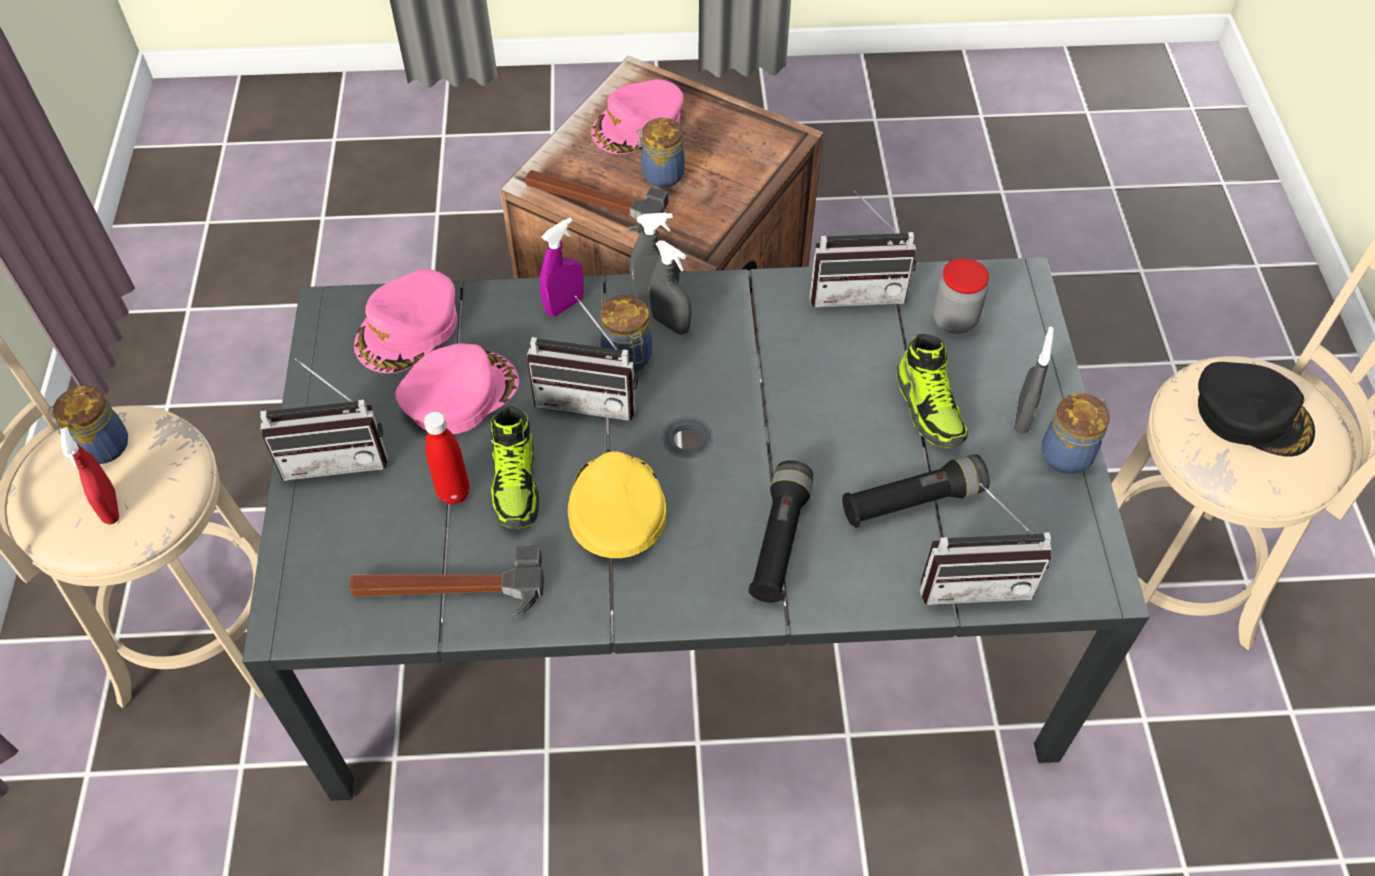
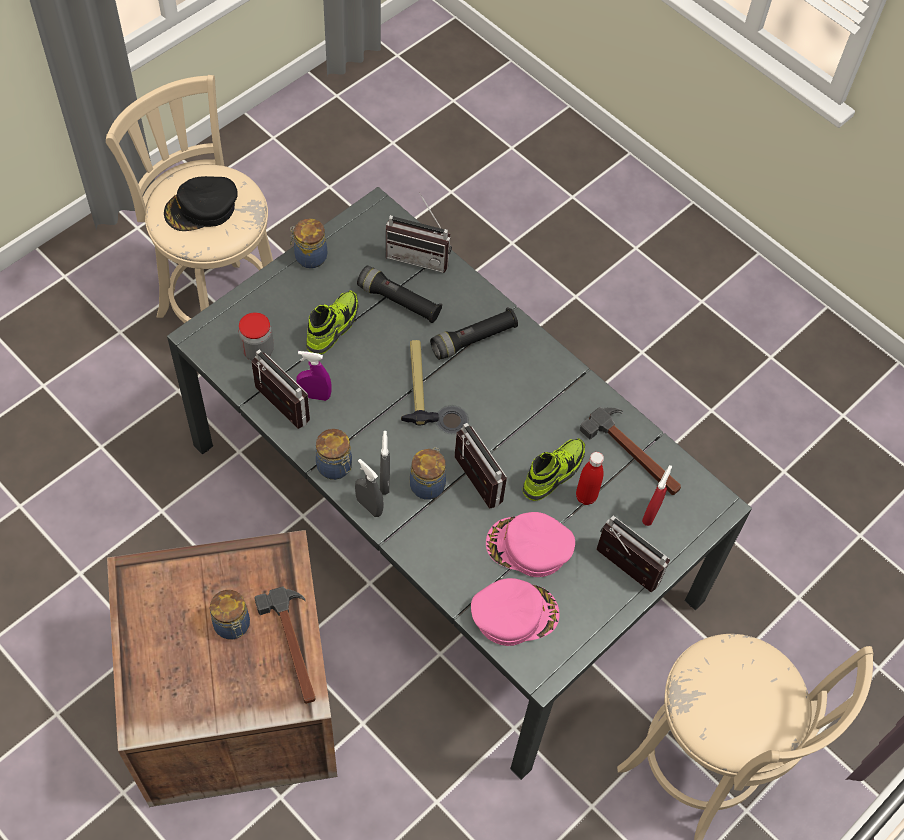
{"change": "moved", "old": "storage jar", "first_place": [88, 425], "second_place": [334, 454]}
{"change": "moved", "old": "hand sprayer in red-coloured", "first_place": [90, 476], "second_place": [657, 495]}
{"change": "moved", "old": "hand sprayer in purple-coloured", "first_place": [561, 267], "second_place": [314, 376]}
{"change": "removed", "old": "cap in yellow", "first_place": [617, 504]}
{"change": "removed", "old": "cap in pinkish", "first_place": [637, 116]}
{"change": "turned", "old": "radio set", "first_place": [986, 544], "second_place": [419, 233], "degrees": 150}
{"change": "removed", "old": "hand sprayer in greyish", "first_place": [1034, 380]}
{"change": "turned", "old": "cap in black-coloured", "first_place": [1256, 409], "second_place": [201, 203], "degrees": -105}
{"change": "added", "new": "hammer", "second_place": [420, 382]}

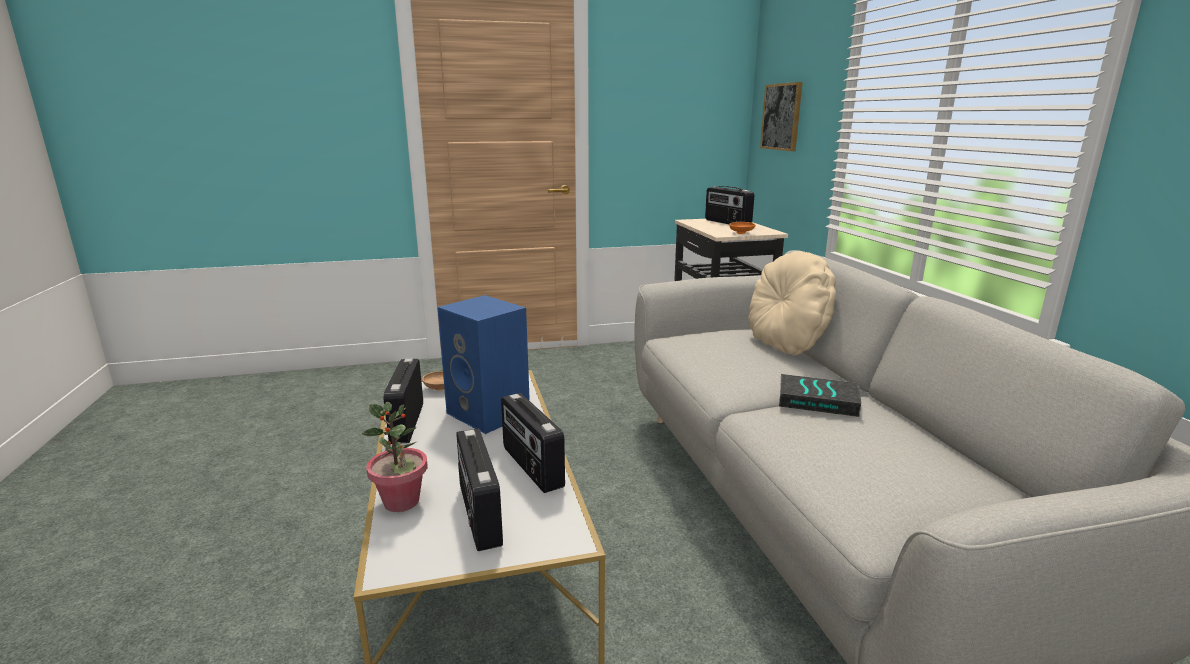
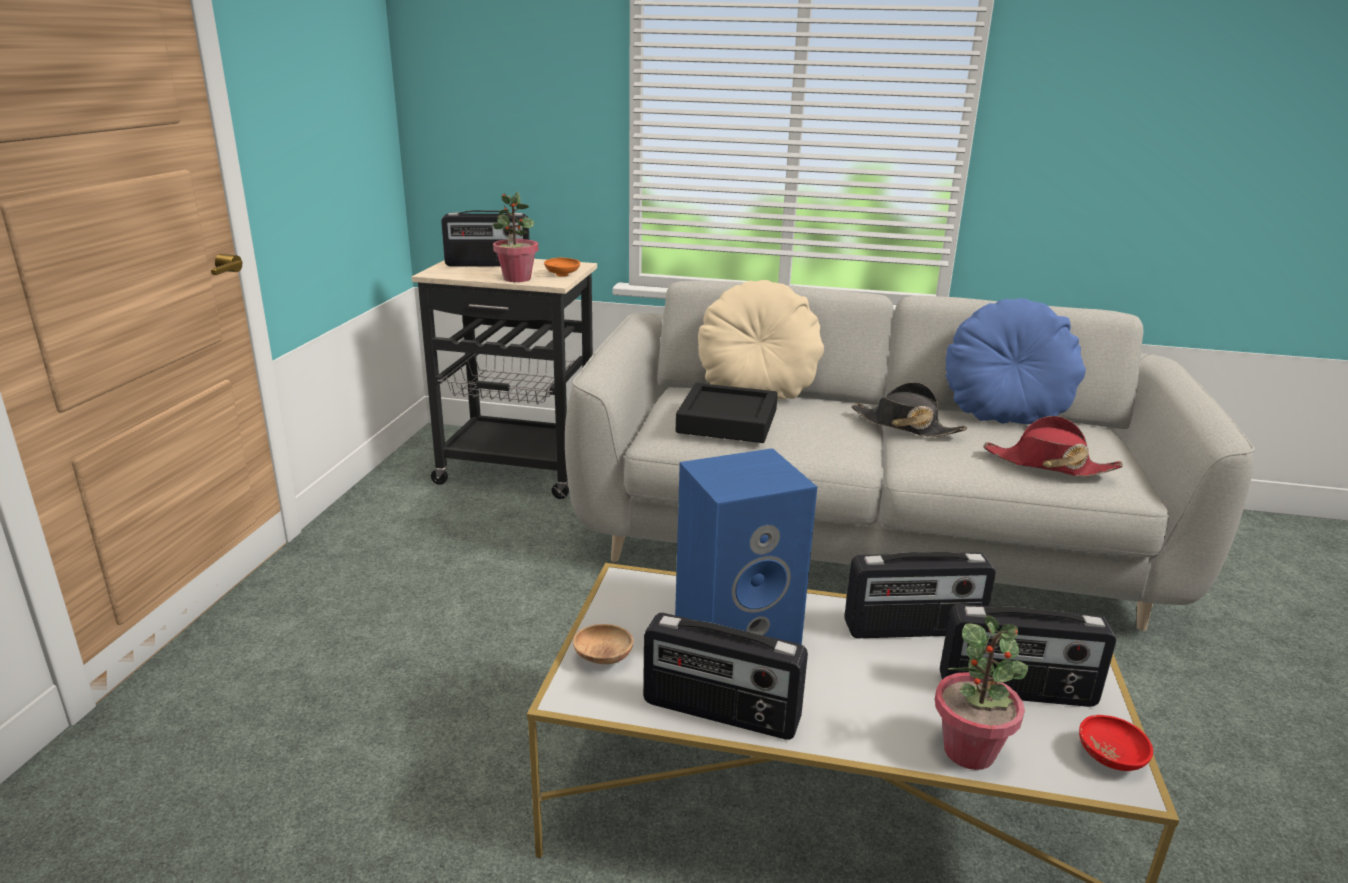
{"change": "removed", "old": "wall picture", "first_place": [781, 116]}
{"change": "replaced", "old": "volume", "new": "wearable hat in black-coloured", "first_place": [820, 395], "second_place": [909, 409]}
{"change": "added", "new": "plant in a pot", "second_place": [515, 236]}
{"change": "added", "new": "tray in black-coloured", "second_place": [727, 413]}
{"change": "added", "new": "pillow in blue-coloured", "second_place": [1015, 361]}
{"change": "added", "new": "wearable hat in red-coloured", "second_place": [1053, 446]}
{"change": "added", "new": "deep dish in red-coloured", "second_place": [1116, 743]}

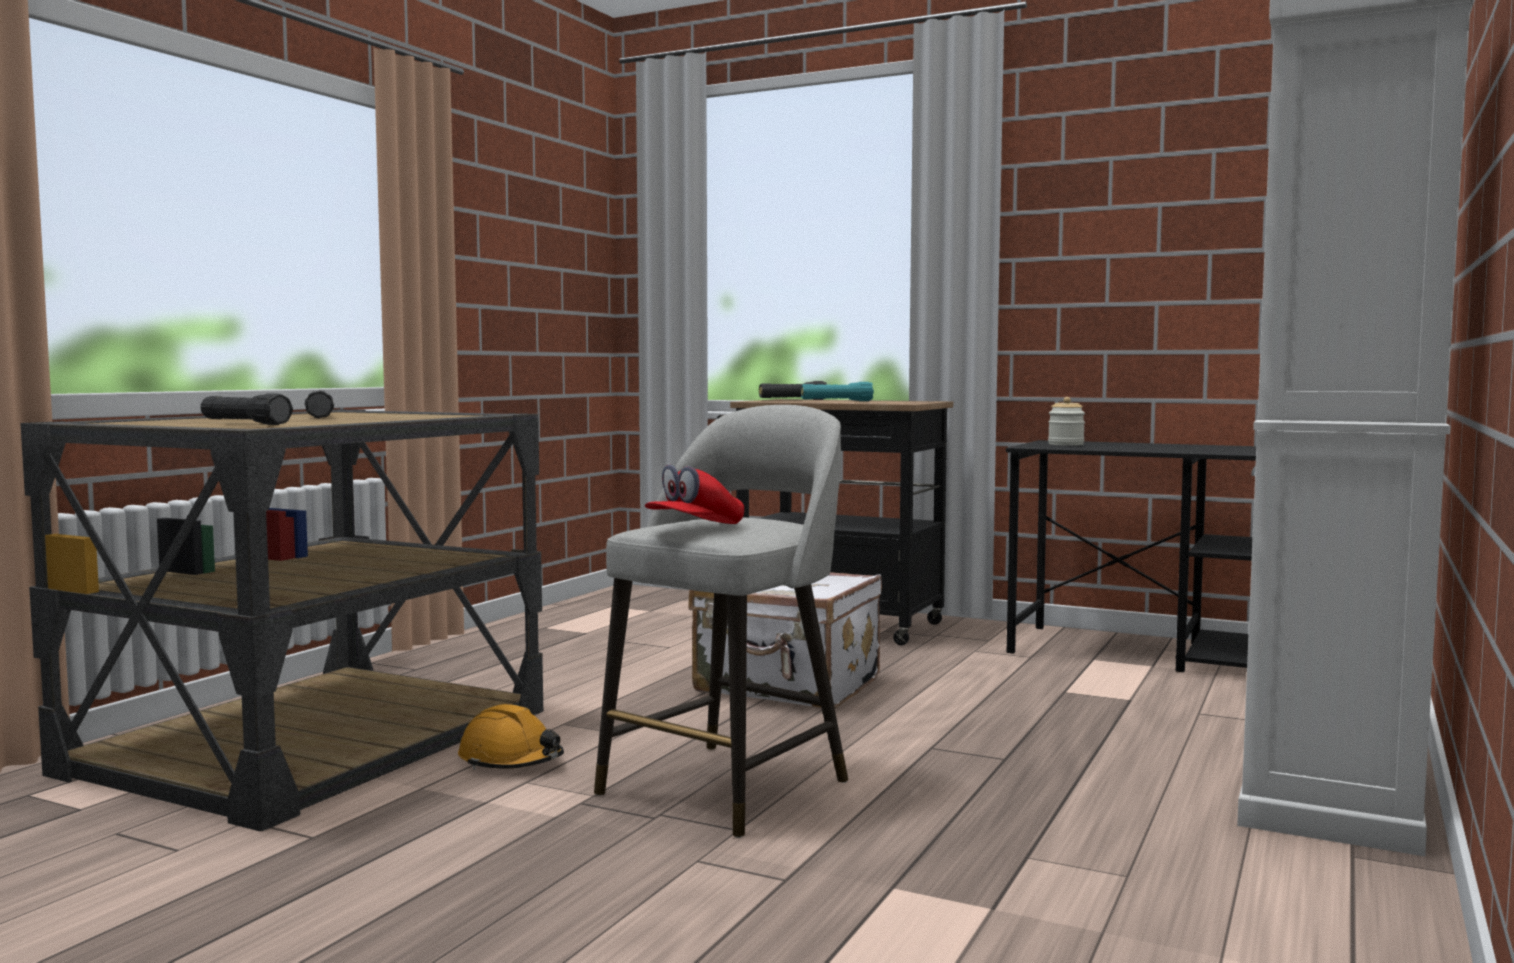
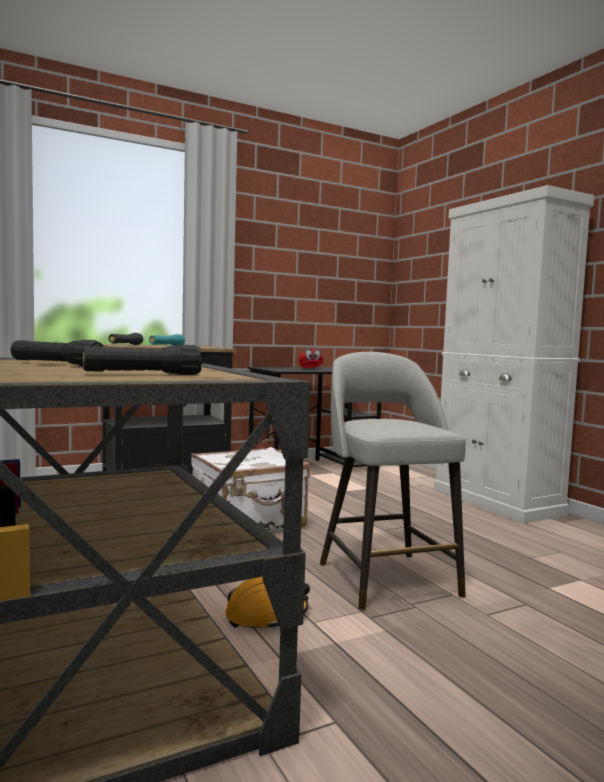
{"change": "moved", "old": "cap in red-coloured", "first_place": [694, 494], "second_place": [311, 358]}
{"change": "removed", "old": "storage jar", "first_place": [1066, 421]}

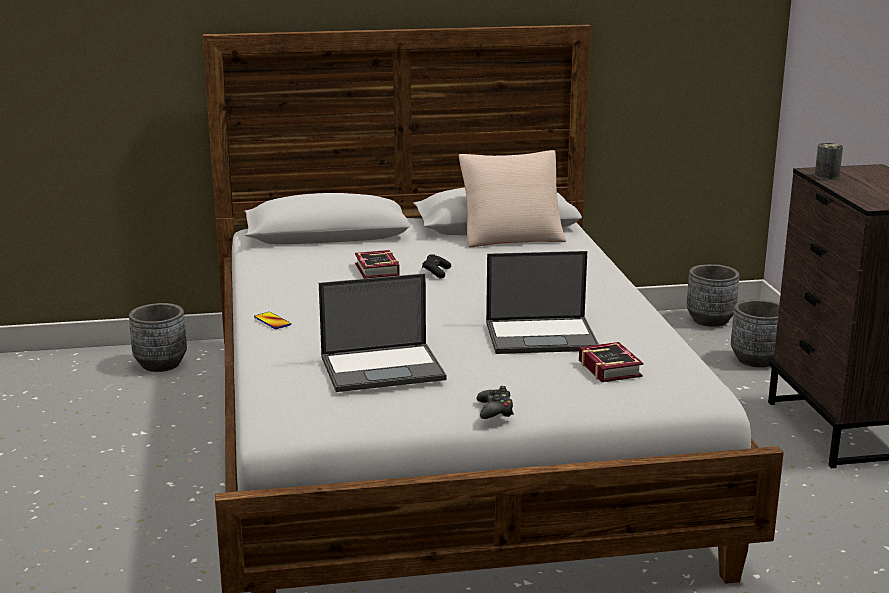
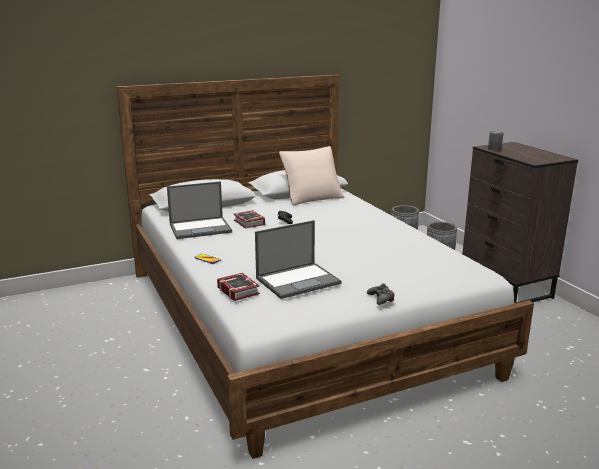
{"change": "removed", "old": "plant pot in greyish", "first_place": [158, 337]}
{"change": "moved", "old": "portable computer", "first_place": [542, 302], "second_place": [199, 210]}
{"change": "moved", "old": "volume", "first_place": [611, 362], "second_place": [238, 287]}

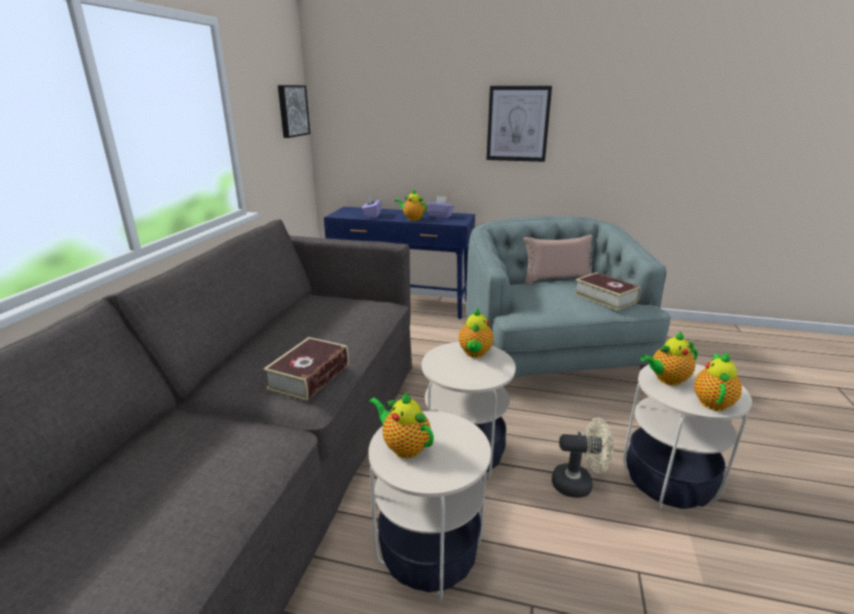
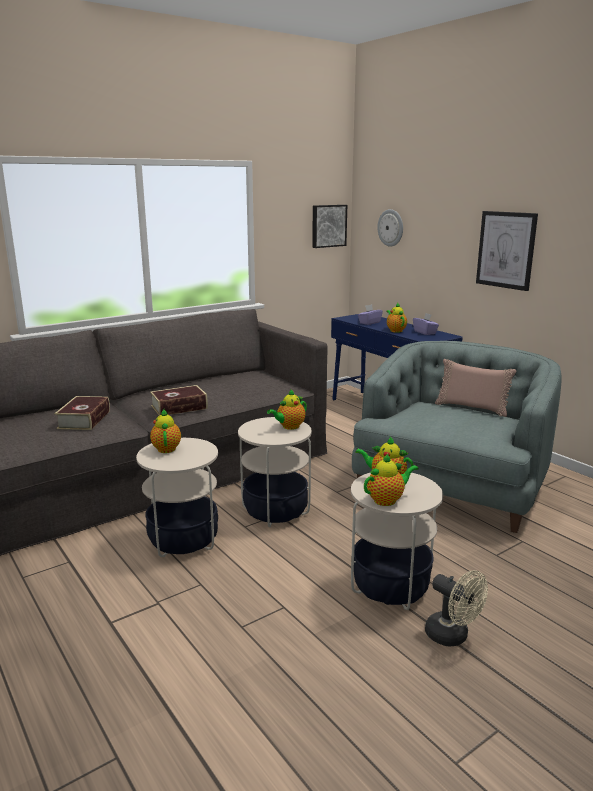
{"change": "moved", "old": "cooling fan in beige", "first_place": [583, 458], "second_place": [456, 608]}
{"change": "moved", "old": "volume", "first_place": [607, 291], "second_place": [82, 413]}
{"change": "added", "new": "wall clock", "second_place": [390, 228]}

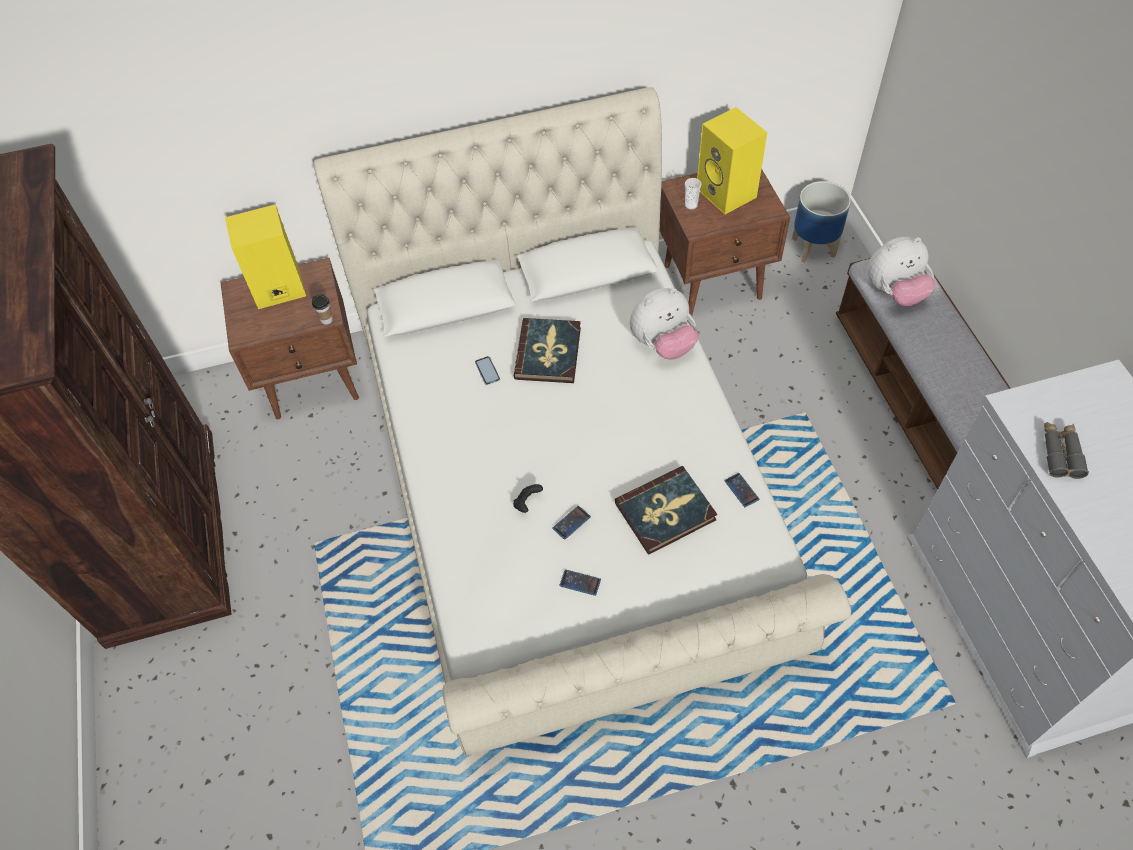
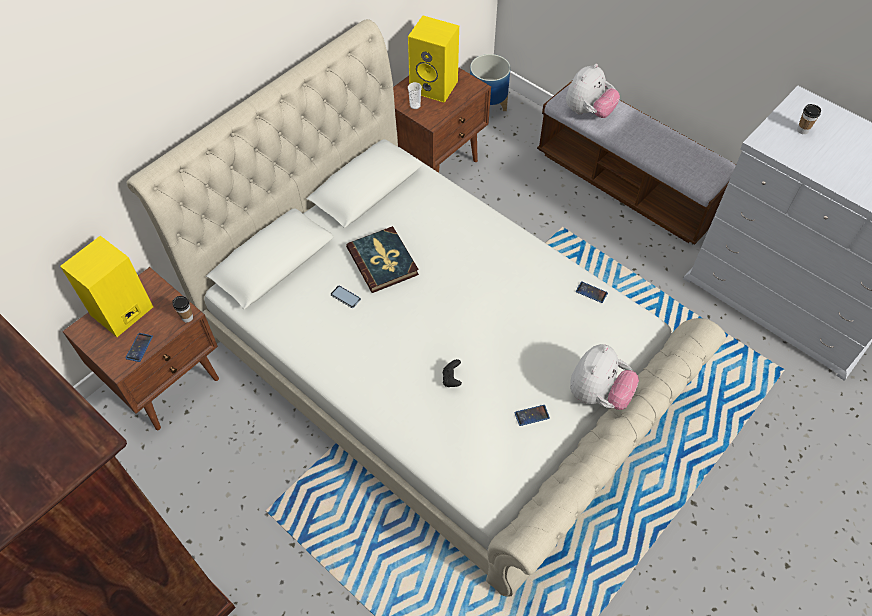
{"change": "moved", "old": "handset", "first_place": [571, 523], "second_place": [139, 347]}
{"change": "removed", "old": "volume", "first_place": [666, 510]}
{"change": "moved", "old": "plush toy", "first_place": [664, 323], "second_place": [604, 377]}
{"change": "removed", "old": "field glasses in greyish", "first_place": [1066, 450]}
{"change": "added", "new": "drinking cup", "second_place": [809, 119]}

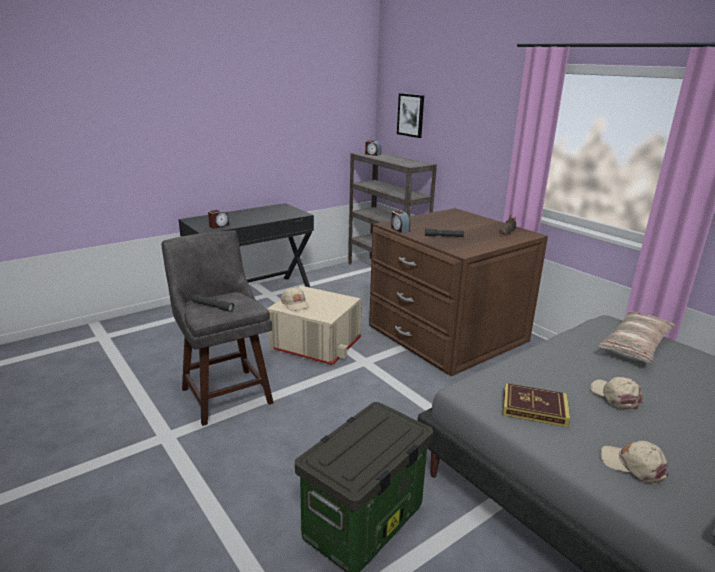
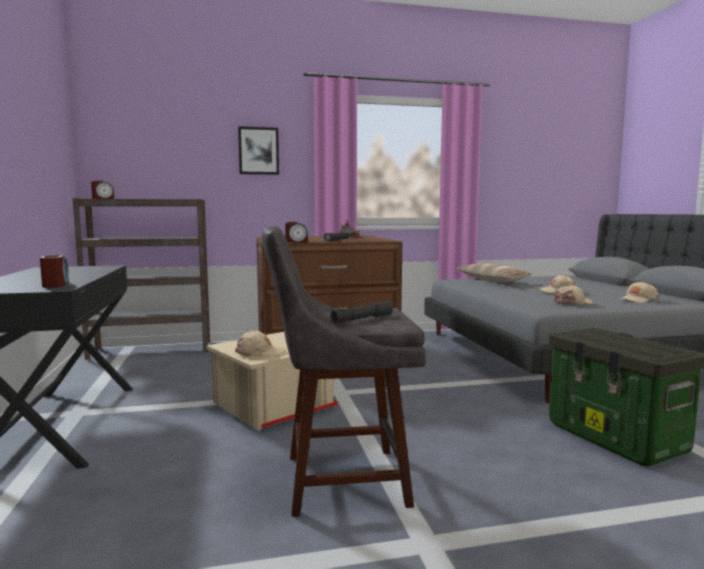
{"change": "moved", "old": "wall picture", "first_place": [410, 115], "second_place": [258, 150]}
{"change": "replaced", "old": "volume", "new": "cap in beige", "first_place": [536, 405], "second_place": [573, 295]}

